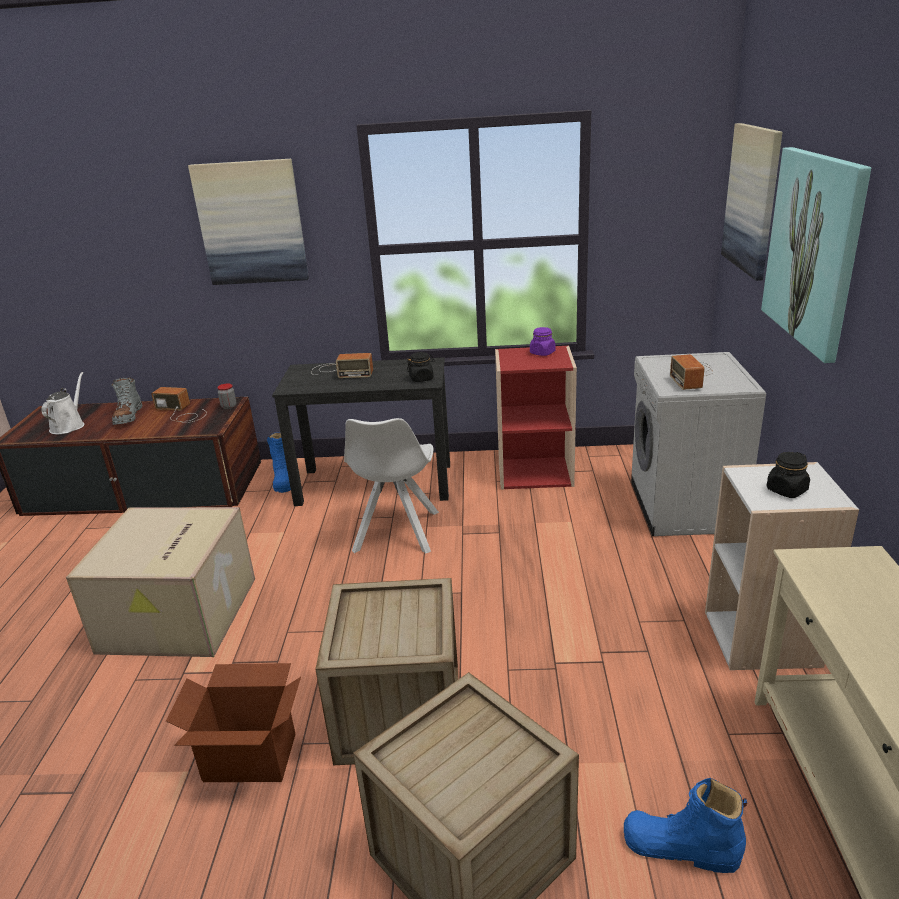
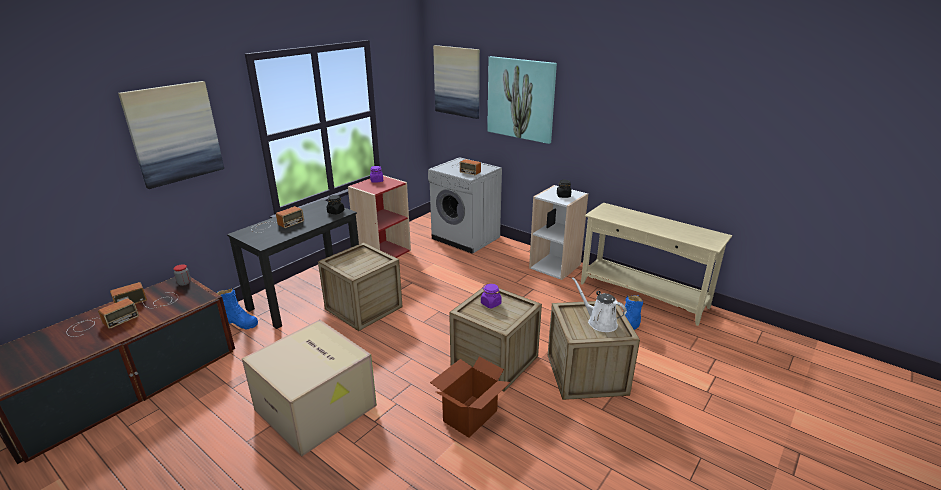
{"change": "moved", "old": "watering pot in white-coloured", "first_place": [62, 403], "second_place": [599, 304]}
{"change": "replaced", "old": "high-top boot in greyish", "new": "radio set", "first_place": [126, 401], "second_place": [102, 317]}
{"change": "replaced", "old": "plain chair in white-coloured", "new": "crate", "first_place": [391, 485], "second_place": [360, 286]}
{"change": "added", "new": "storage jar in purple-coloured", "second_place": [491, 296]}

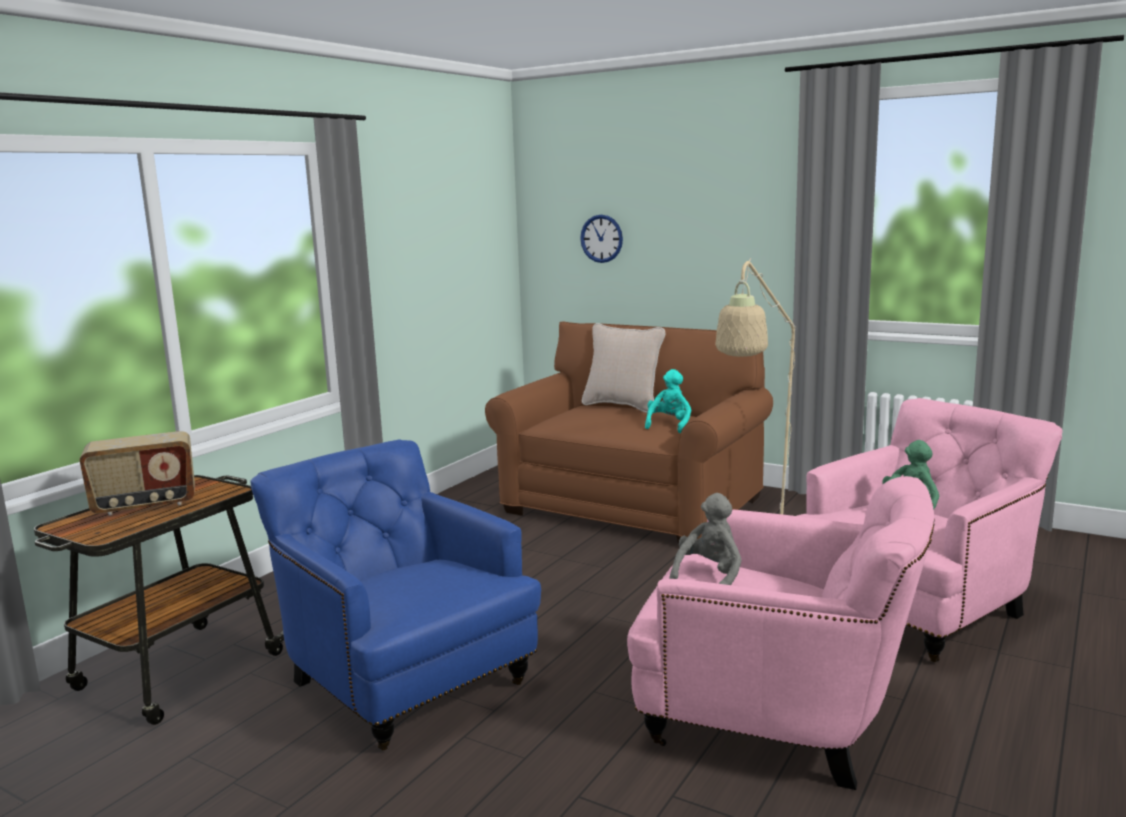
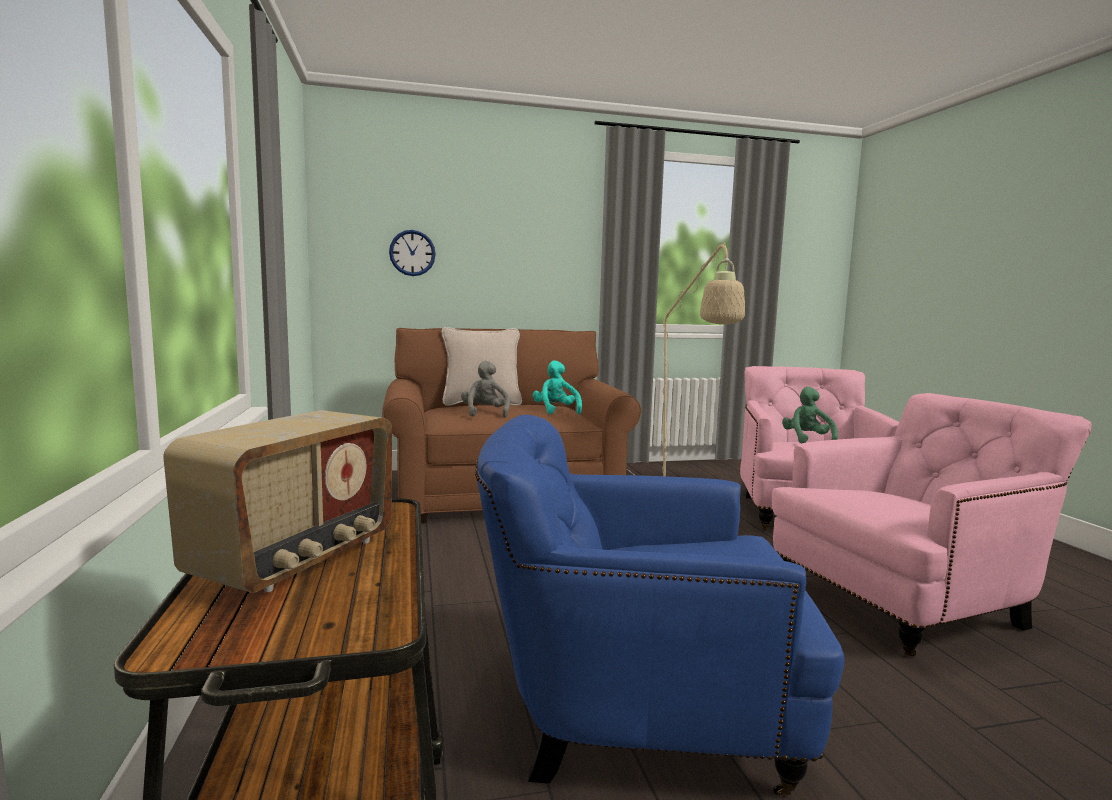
{"change": "moved", "old": "plush toy in greyish", "first_place": [705, 539], "second_place": [485, 389]}

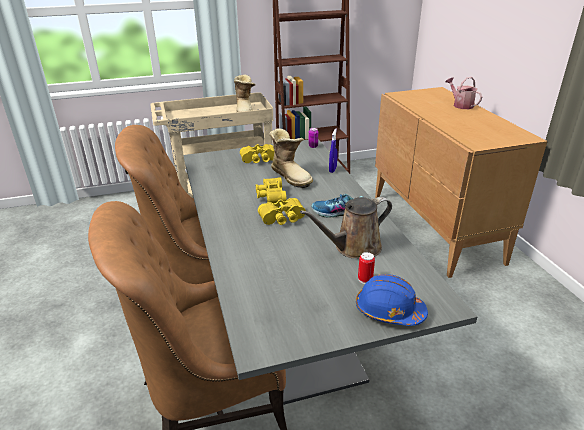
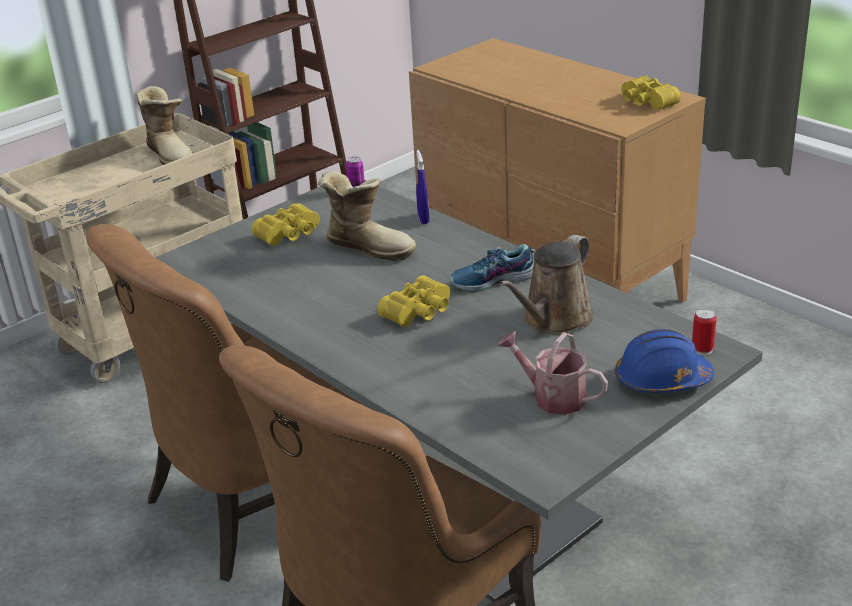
{"change": "moved", "old": "field glasses in yellow", "first_place": [271, 190], "second_place": [651, 92]}
{"change": "moved", "old": "metal can", "first_place": [366, 268], "second_place": [704, 332]}
{"change": "moved", "old": "watering pot", "first_place": [463, 93], "second_place": [552, 373]}

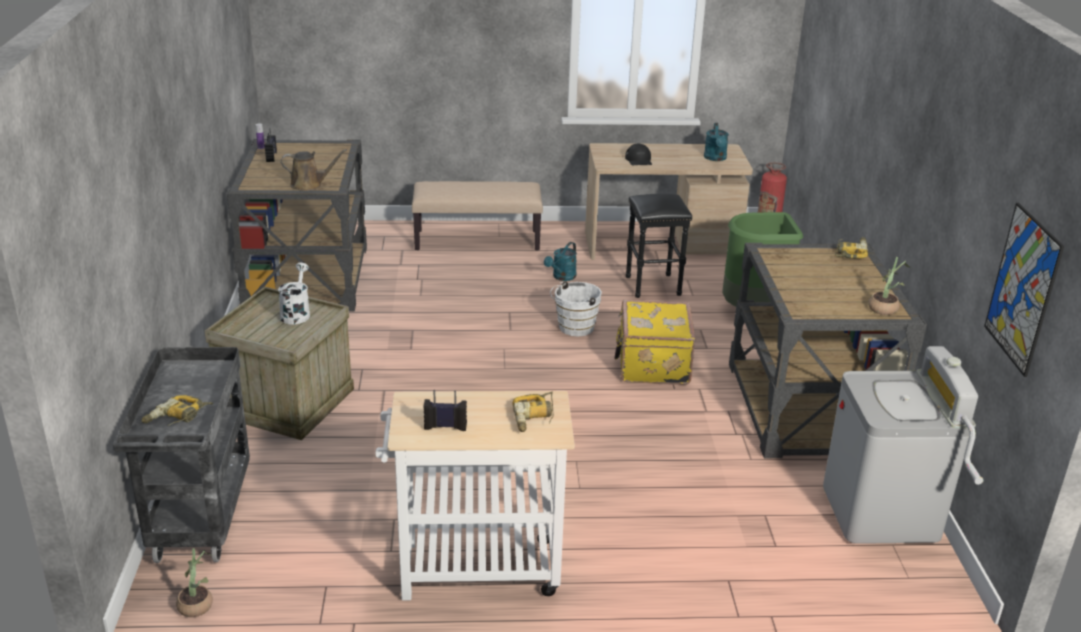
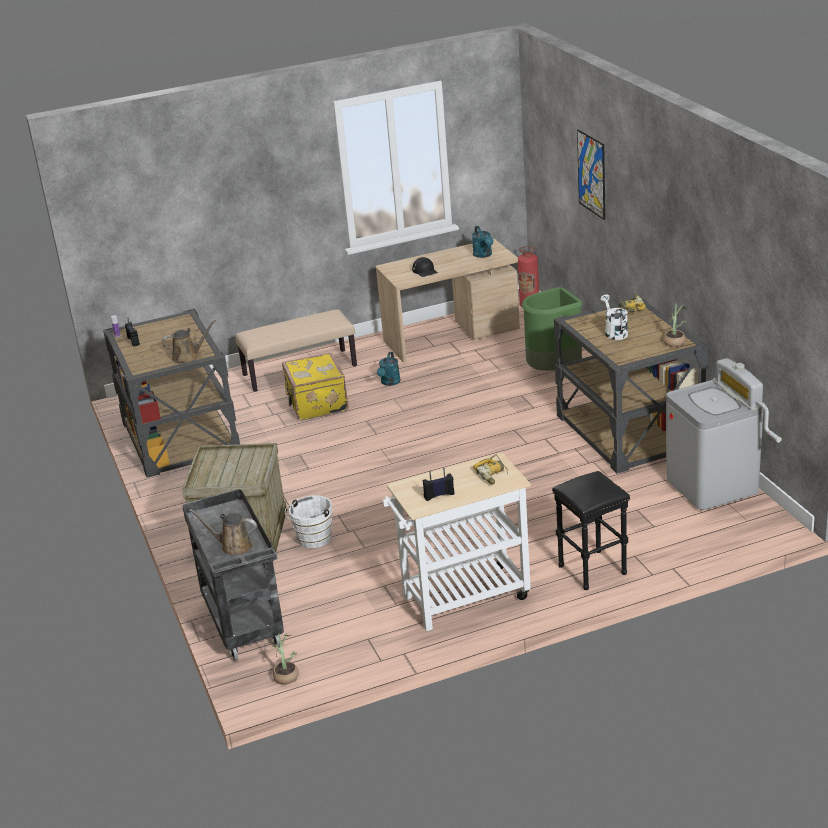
{"change": "replaced", "old": "power drill", "new": "watering pot in brown", "first_place": [177, 410], "second_place": [223, 532]}
{"change": "moved", "old": "watering pot in white-coloured", "first_place": [294, 294], "second_place": [614, 317]}
{"change": "moved", "old": "water bucket in white-coloured", "first_place": [576, 309], "second_place": [308, 521]}
{"change": "moved", "old": "travel case in yellow", "first_place": [654, 342], "second_place": [315, 386]}
{"change": "moved", "old": "stool seat in black-coloured", "first_place": [659, 246], "second_place": [591, 530]}
{"change": "moved", "old": "wall picture", "first_place": [1024, 290], "second_place": [591, 175]}

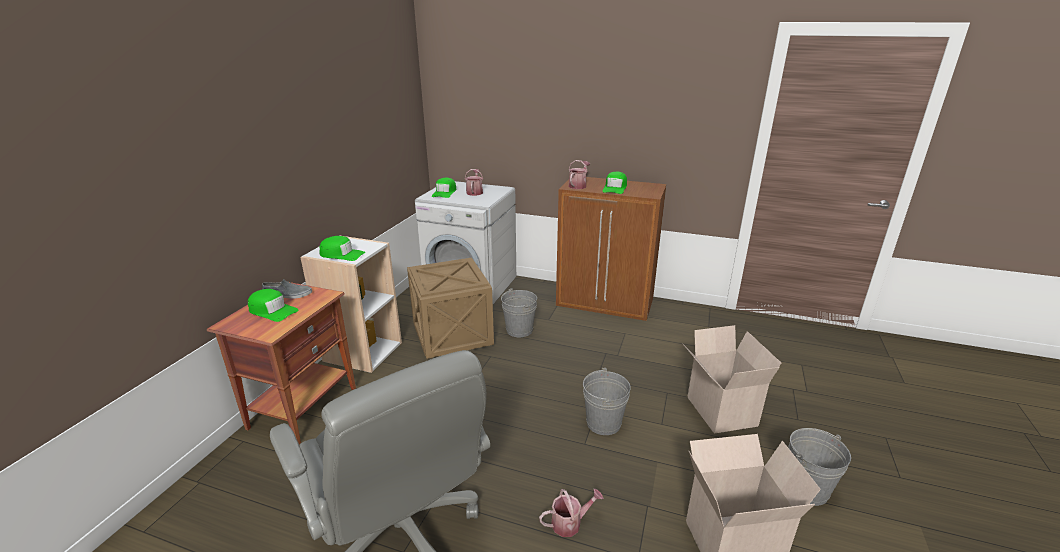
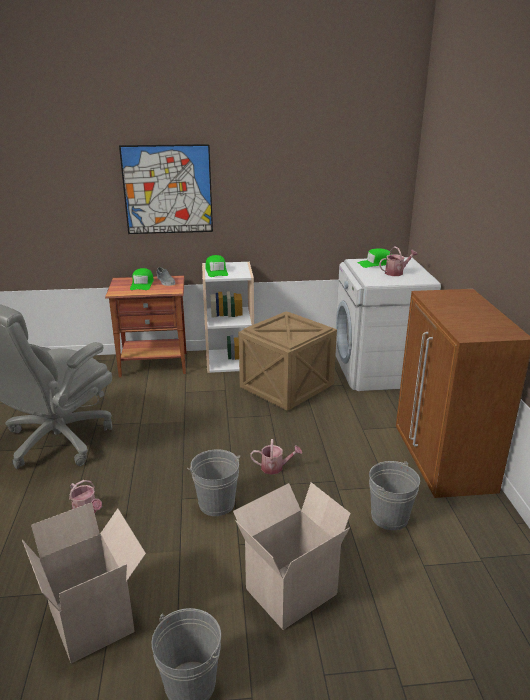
{"change": "moved", "old": "water bucket in greyish", "first_place": [519, 312], "second_place": [394, 495]}
{"change": "moved", "old": "watering pot", "first_place": [579, 174], "second_place": [276, 457]}
{"change": "removed", "old": "cap in green-coloured", "first_place": [614, 183]}
{"change": "added", "new": "wall picture", "second_place": [166, 189]}

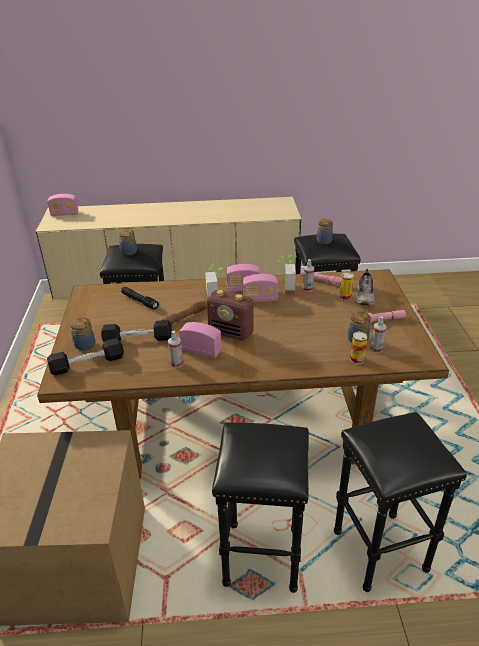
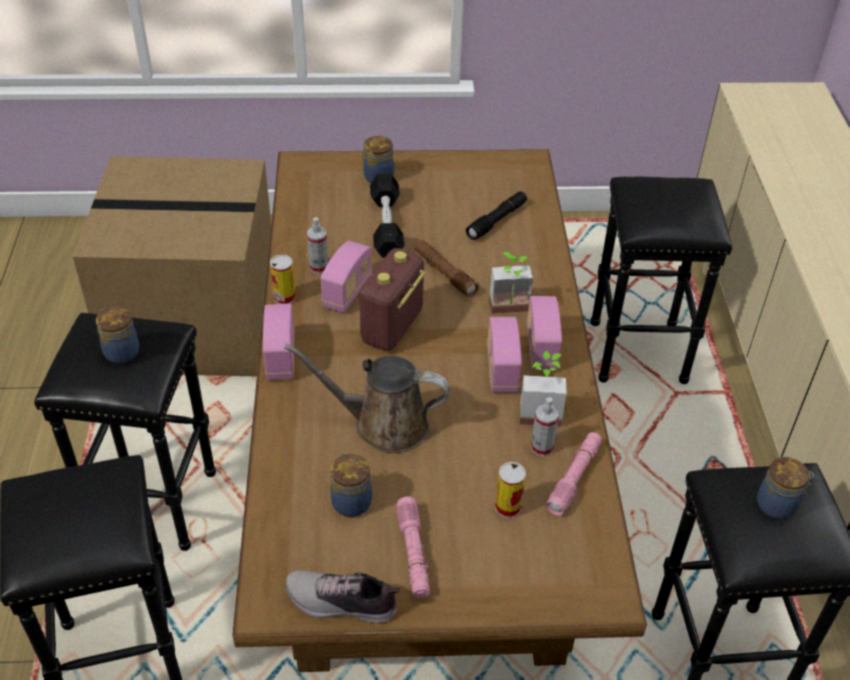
{"change": "moved", "old": "radio set", "first_place": [62, 205], "second_place": [278, 342]}
{"change": "removed", "old": "free weight in black-coloured", "first_place": [85, 357]}
{"change": "moved", "old": "storage jar", "first_place": [127, 242], "second_place": [117, 335]}
{"change": "moved", "old": "metal can", "first_place": [358, 348], "second_place": [283, 279]}
{"change": "moved", "old": "shoe", "first_place": [365, 287], "second_place": [342, 597]}
{"change": "removed", "old": "hand sprayer", "first_place": [378, 334]}
{"change": "added", "new": "watering pot in brown", "second_place": [367, 398]}

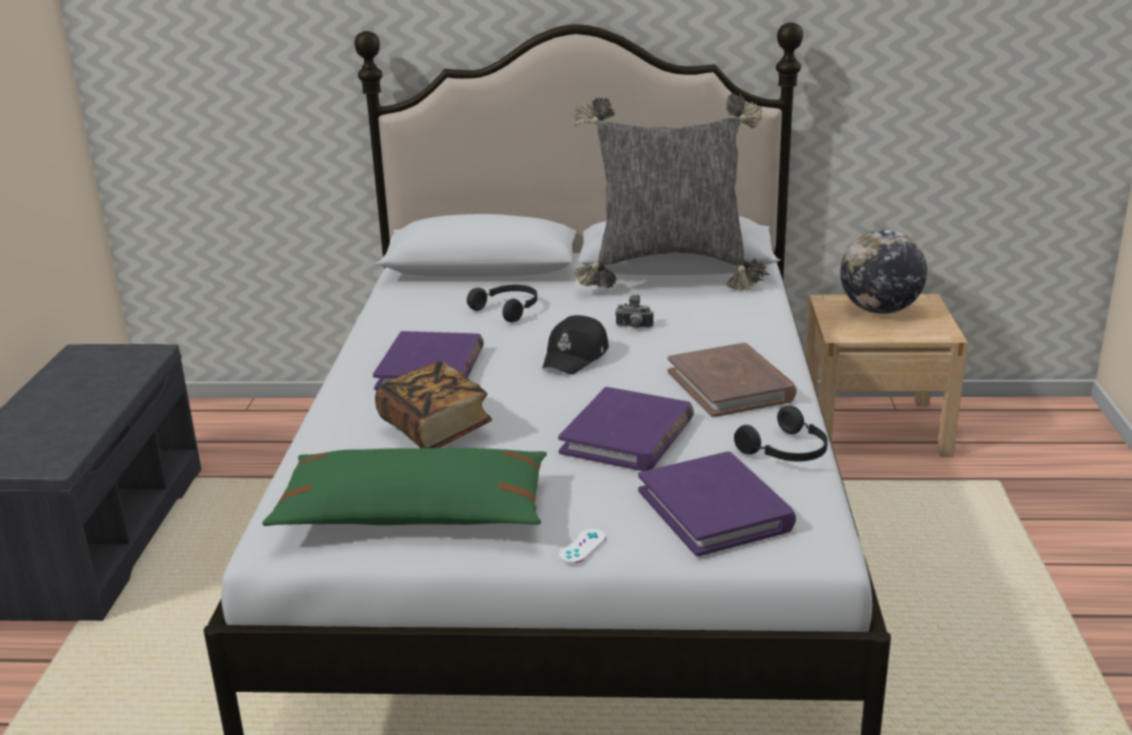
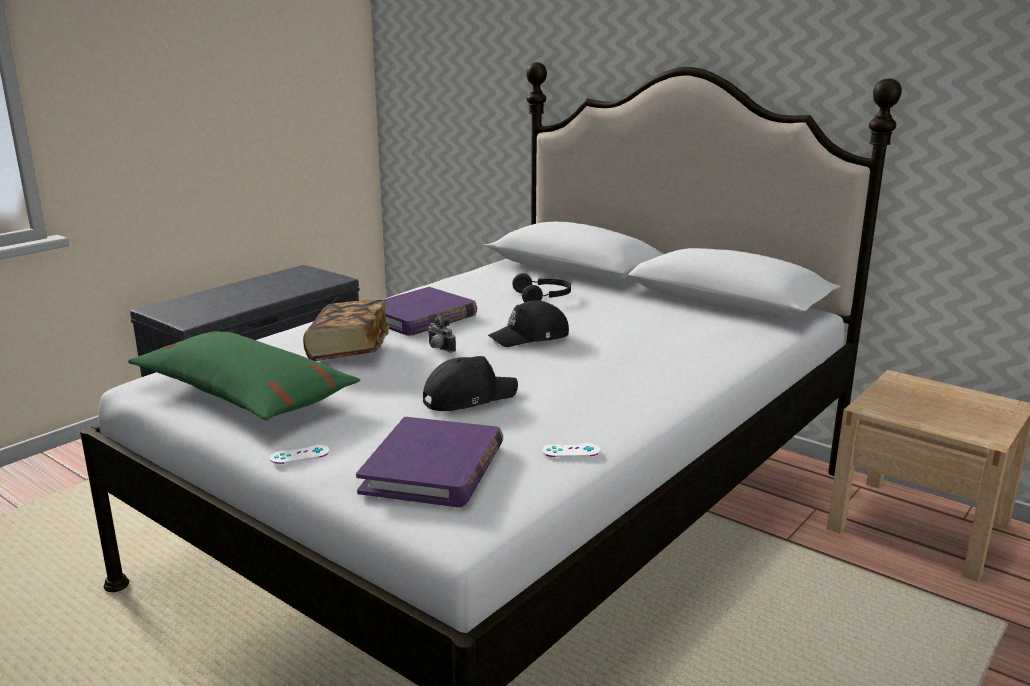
{"change": "replaced", "old": "volume in purple-coloured", "new": "cap in black-coloured", "first_place": [626, 429], "second_place": [470, 383]}
{"change": "removed", "old": "pillow", "first_place": [671, 192]}
{"change": "moved", "old": "photo camera", "first_place": [634, 311], "second_place": [442, 334]}
{"change": "removed", "old": "volume in brown", "first_place": [732, 380]}
{"change": "replaced", "old": "pair of headphones in black-coloured", "new": "game controller in white-coloured", "first_place": [781, 433], "second_place": [571, 450]}
{"change": "removed", "old": "desk globe", "first_place": [883, 271]}

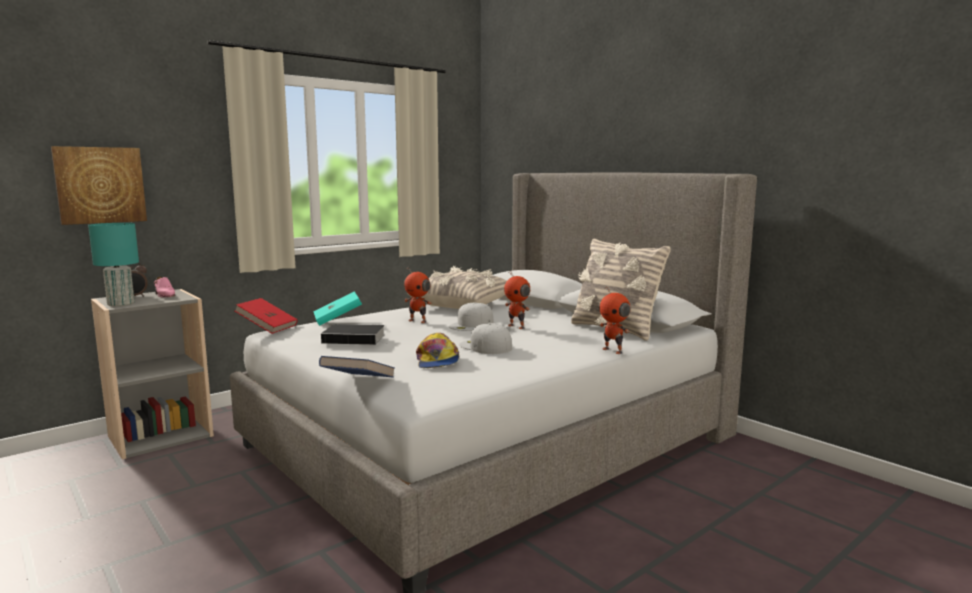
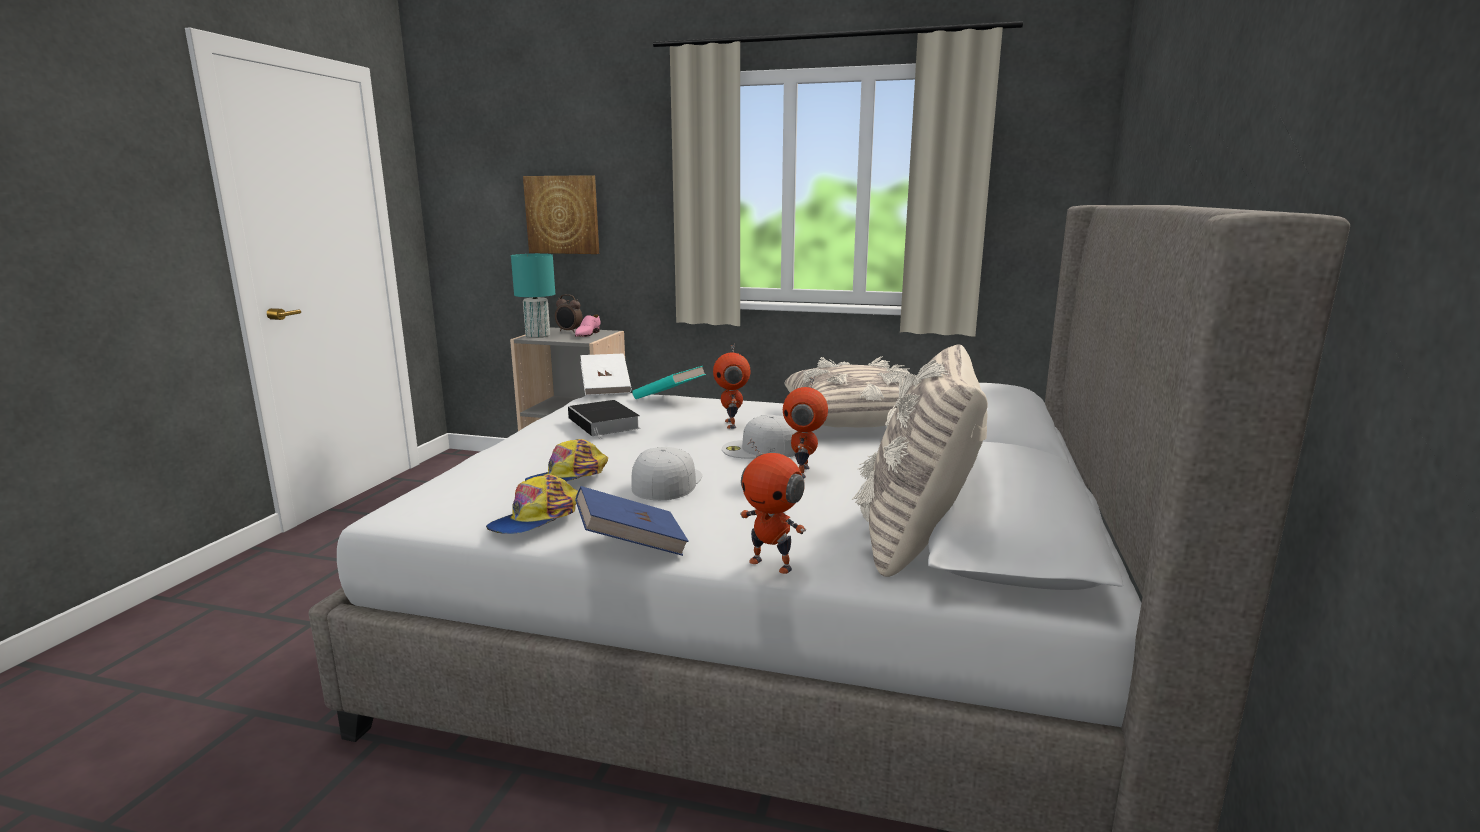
{"change": "recoloured", "old": "volume in red-coloured", "new": "volume in white-coloured", "first_place": [266, 316], "second_place": [606, 374]}
{"change": "moved", "old": "volume in blue-coloured", "first_place": [356, 367], "second_place": [632, 521]}
{"change": "turned", "old": "toy robot", "first_place": [615, 320], "second_place": [773, 506], "degrees": -75}
{"change": "added", "new": "cap", "second_place": [532, 504]}

